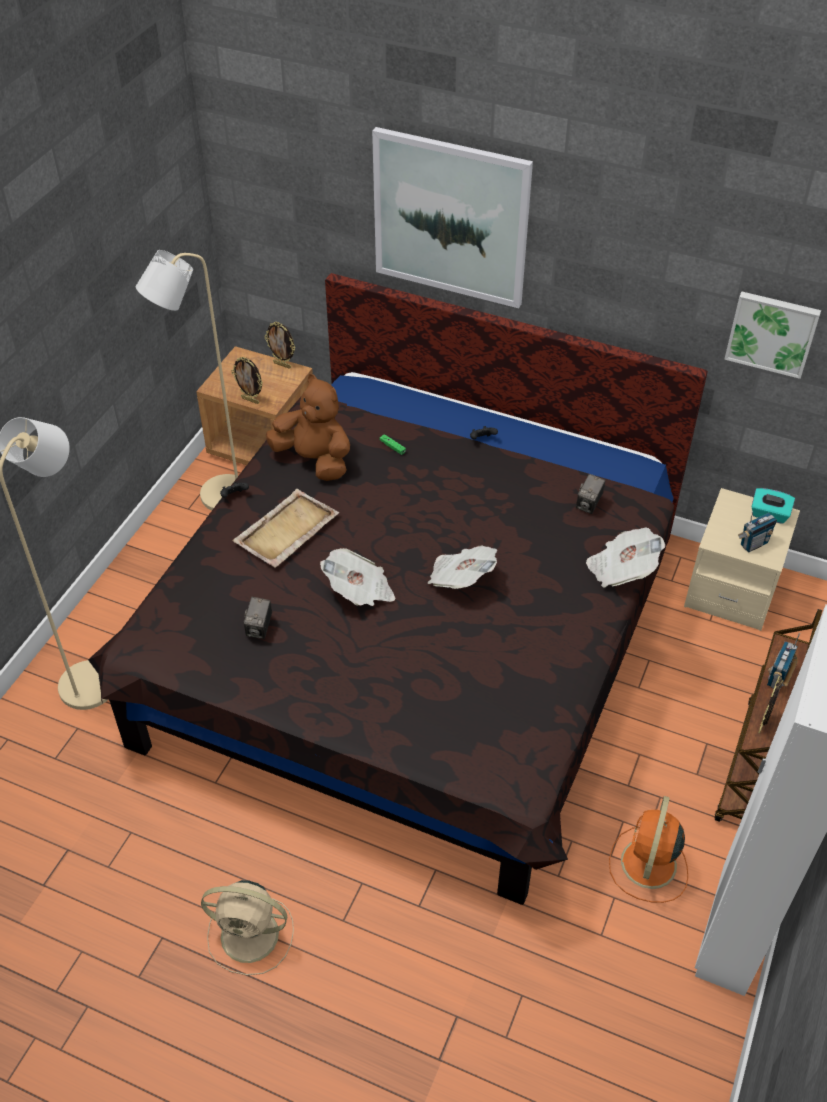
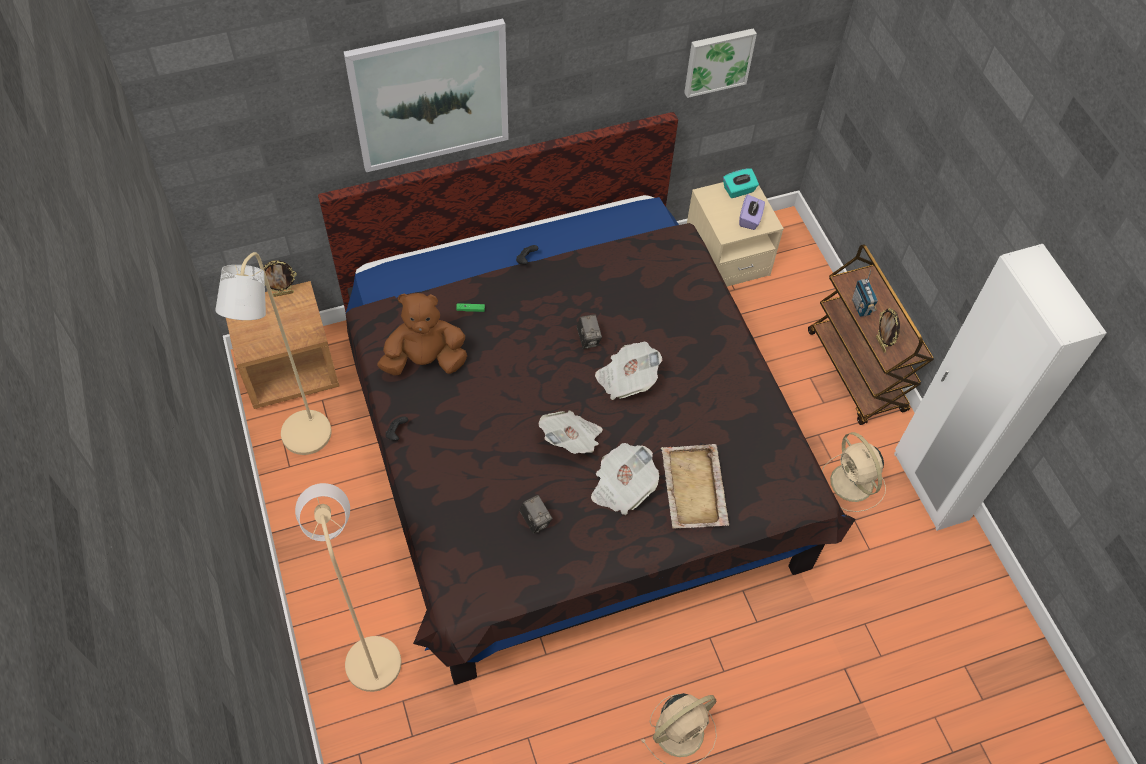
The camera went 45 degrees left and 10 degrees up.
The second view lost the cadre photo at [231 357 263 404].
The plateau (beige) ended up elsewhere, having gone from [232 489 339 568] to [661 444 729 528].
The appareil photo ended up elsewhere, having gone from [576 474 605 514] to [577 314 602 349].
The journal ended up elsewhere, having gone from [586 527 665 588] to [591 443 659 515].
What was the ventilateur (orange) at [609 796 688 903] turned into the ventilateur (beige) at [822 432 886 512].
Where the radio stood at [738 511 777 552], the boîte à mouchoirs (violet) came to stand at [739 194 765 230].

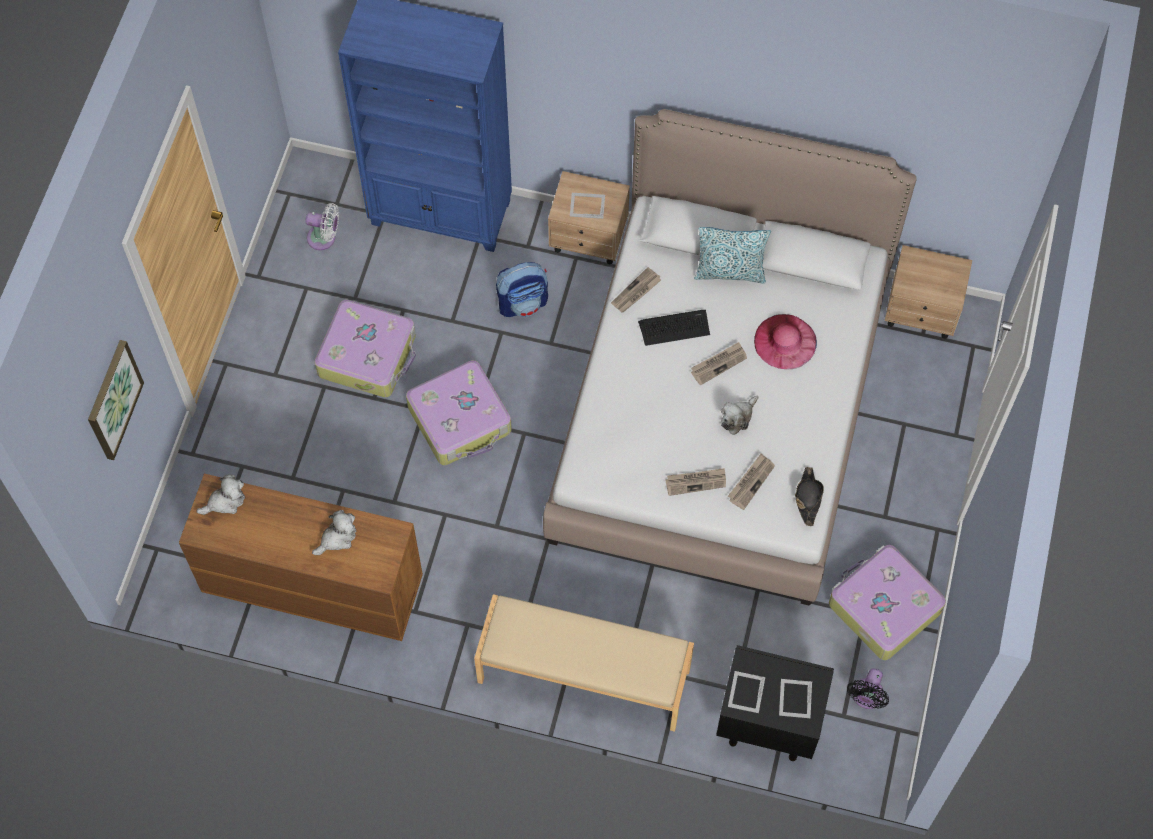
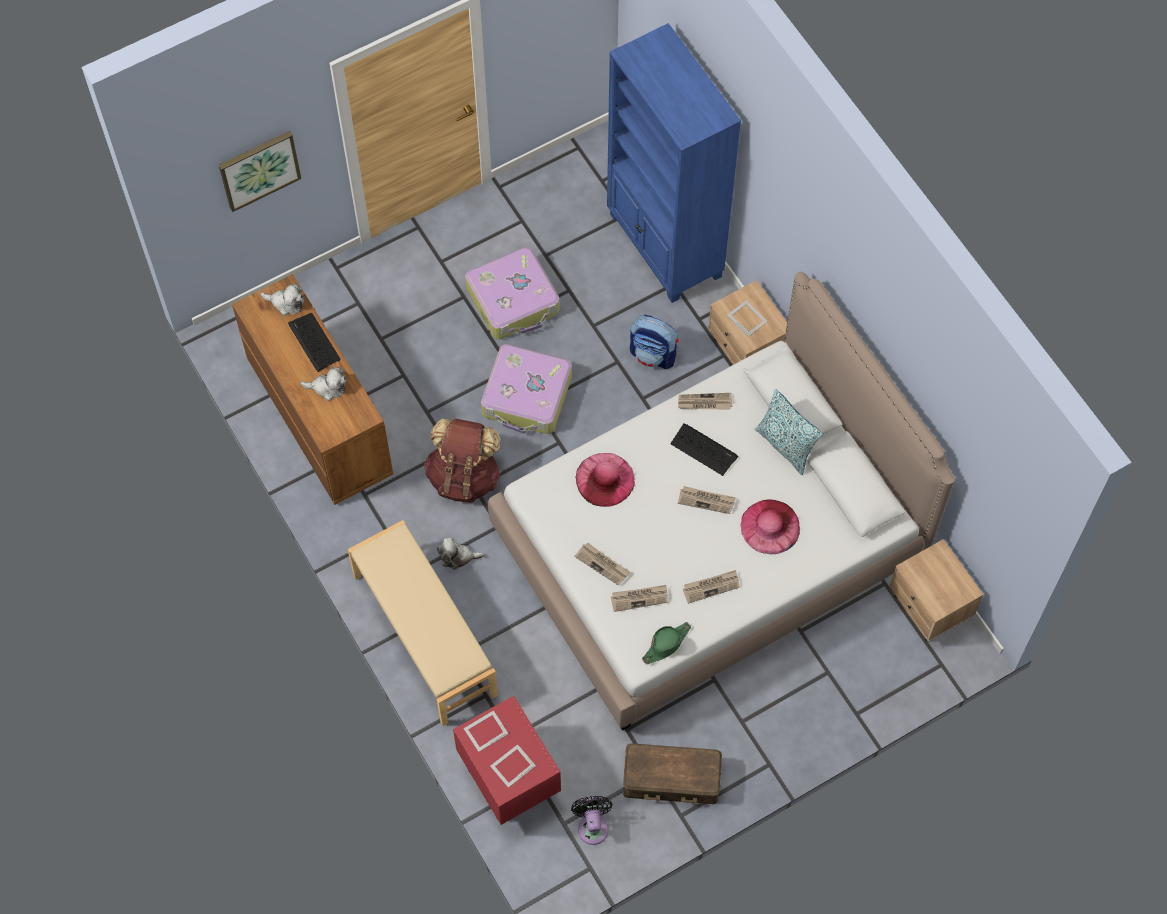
The camera went 45 degrees right and 0 degrees up.
The second view lost the ventilateur (blanc) at [305 203 339 250].
What was the table de chevet (noir) at [716 645 834 761] turned into the table de chevet (rouge) at [453 696 561 825].
The peluche ended up elsewhere, having gone from [721 396 758 435] to [437 538 484 570].
What was the chapeau (noir) at [795 467 824 526] turned into the chapeau (vert) at [642 622 691 664].
Where the valise stood at [829 545 946 660], the boîte de rangement (marron) came to stand at [623 744 722 804].
The ventilateur (noir) at [847 668 889 709] ended up facing another way, 105 degrees clockwise from before.
The second view gained the clavier at [288 313 341 372].
The second view gained the sac à dos (marron) at [424 418 501 503].
The second view gained the chapeau (rose) at [575 453 635 507].
The second view gained the journal at [683 570 739 604].

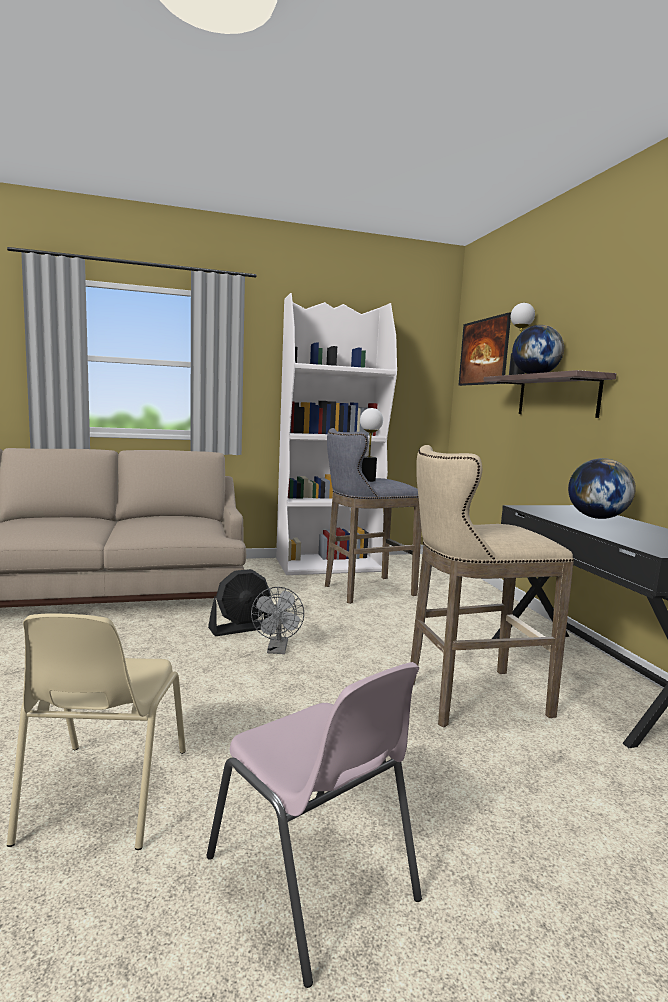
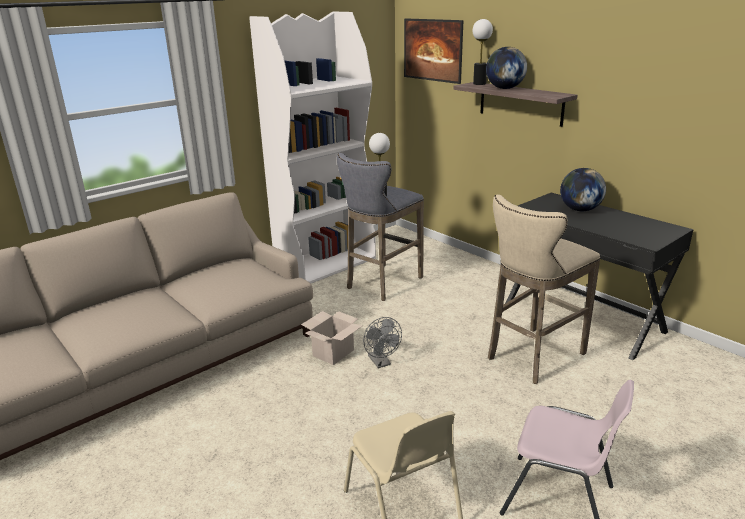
The camera went 25 degrees left and 15 degrees up.
Where the ventilateur (noir) stood at [208 569 271 636], the carton came to stand at [301 311 363 365].

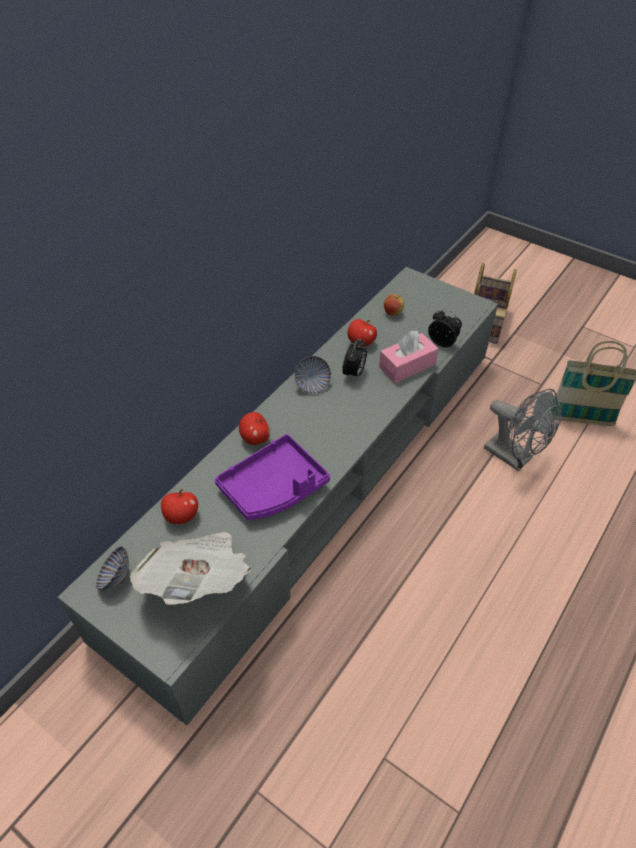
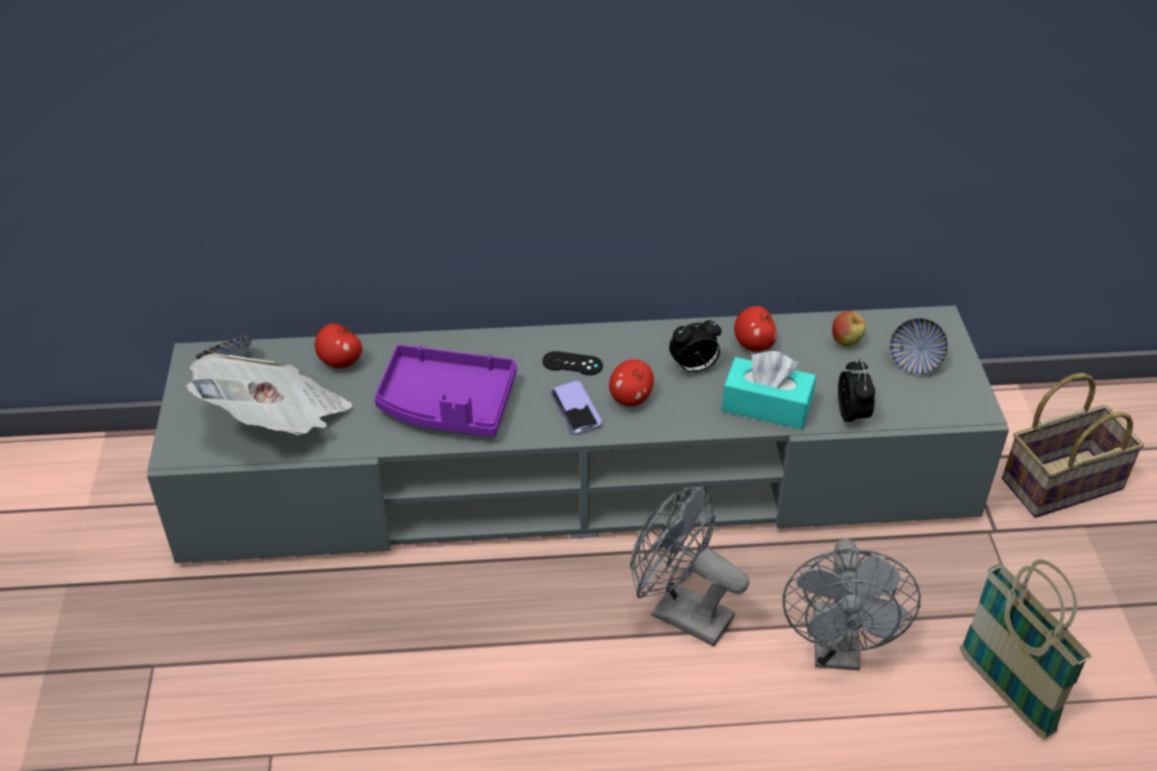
The camera went 50 degrees right and 5 degrees down.
The pomme ended up elsewhere, having gone from [239 412 270 445] to [609 359 654 407].
The bol ended up elsewhere, having gone from [295 356 331 394] to [889 318 948 375].
What was the boîte à mouchoirs (rose) at [379 331 439 383] turned into the boîte à mouchoirs (turquoise) at [722 351 816 430].
The second view gained the manette (noir) at [542 351 603 375].
The second view gained the téléphone at [551 381 602 435].
The second view gained the ventilateur (gris) at [630 486 749 646].

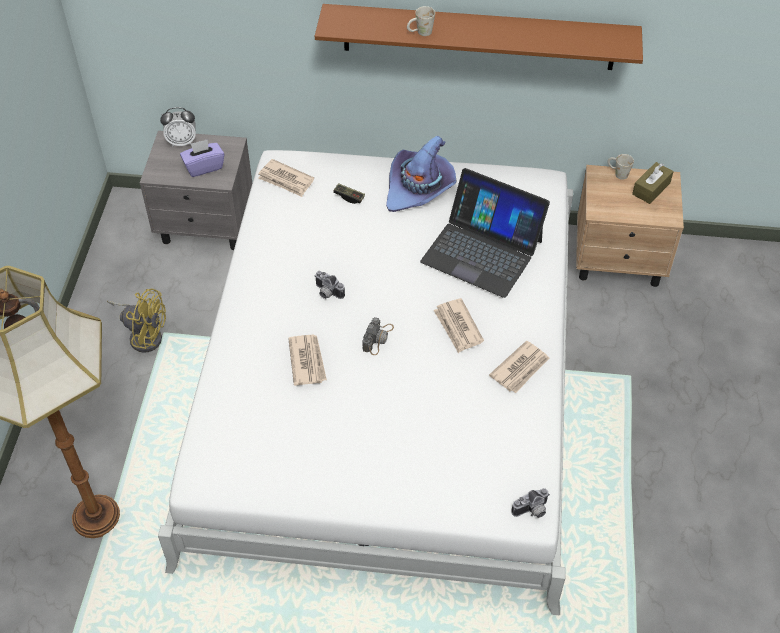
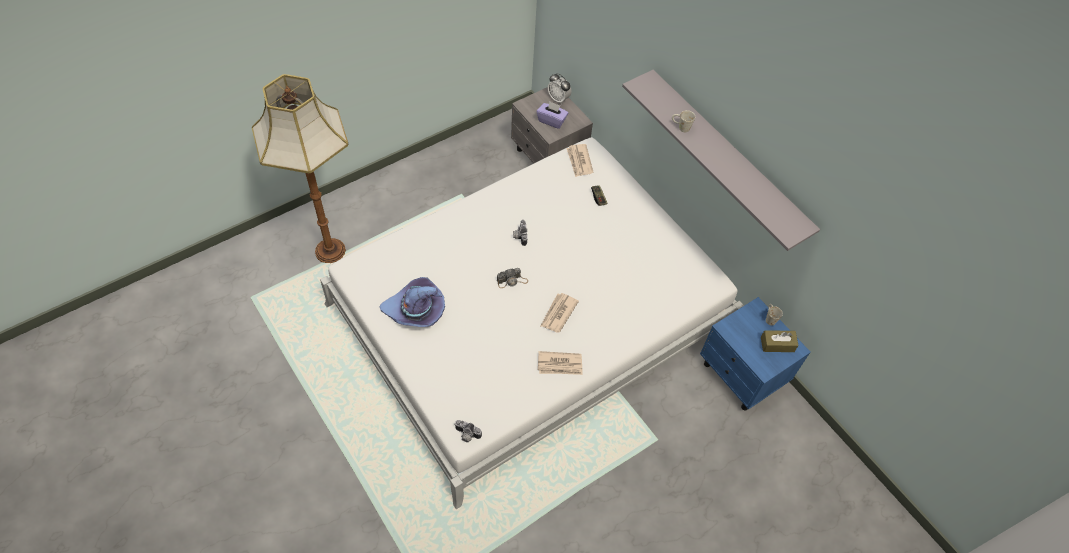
The camera went 45 degrees right and 5 degrees up.
The second view lost the ventilateur (jaune) at [107 289 166 353].
The second view lost the journal at [288 335 327 386].
What was the étagère (marron) at [315 4 643 70] turned into the étagère (gris) at [622 70 820 251].
The chapeau (violet) ended up elsewhere, having gone from [386 136 457 212] to [379 277 445 327].
The second view lost the ordinateur portable at [420 168 550 298].
What was the table de chevet (beige) at [576 165 684 287] turned into the table de chevet (bleu) at [700 297 811 410].

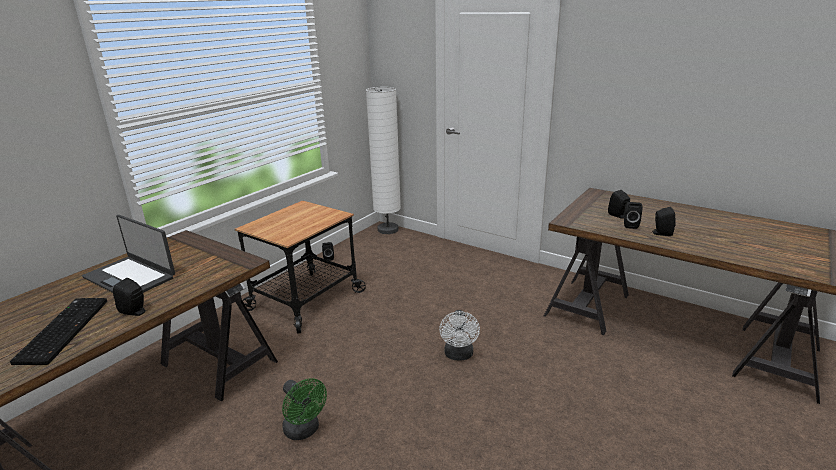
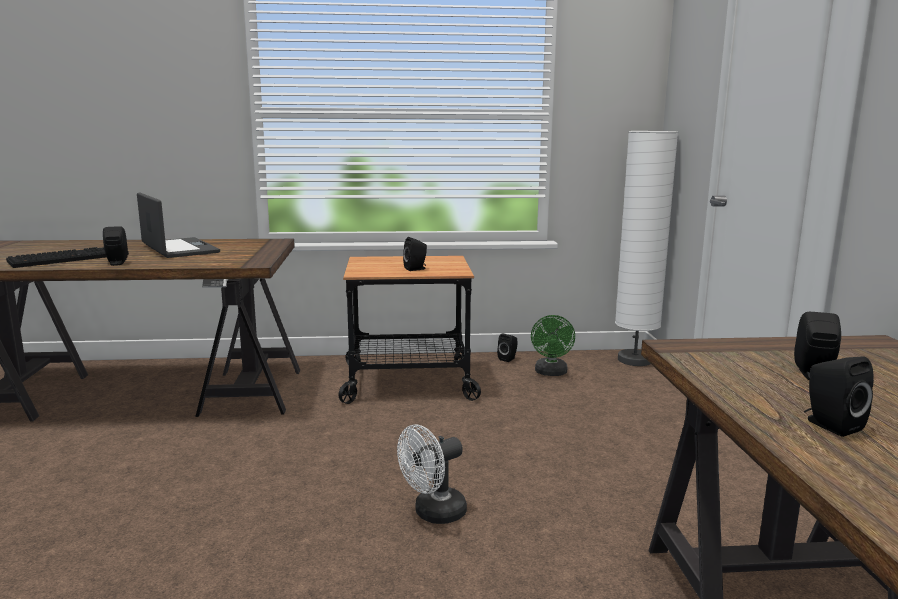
The camera went 50 degrees right and 10 degrees down.
The ordinateur portable at [82 215 175 293] ended up facing another way, 150 degrees clockwise from before.
The ventilateur (vert) ended up elsewhere, having gone from [282 378 327 440] to [531 315 575 376].
The enceinte (noir) ended up elsewhere, having gone from [624 202 643 229] to [403 237 427 271].

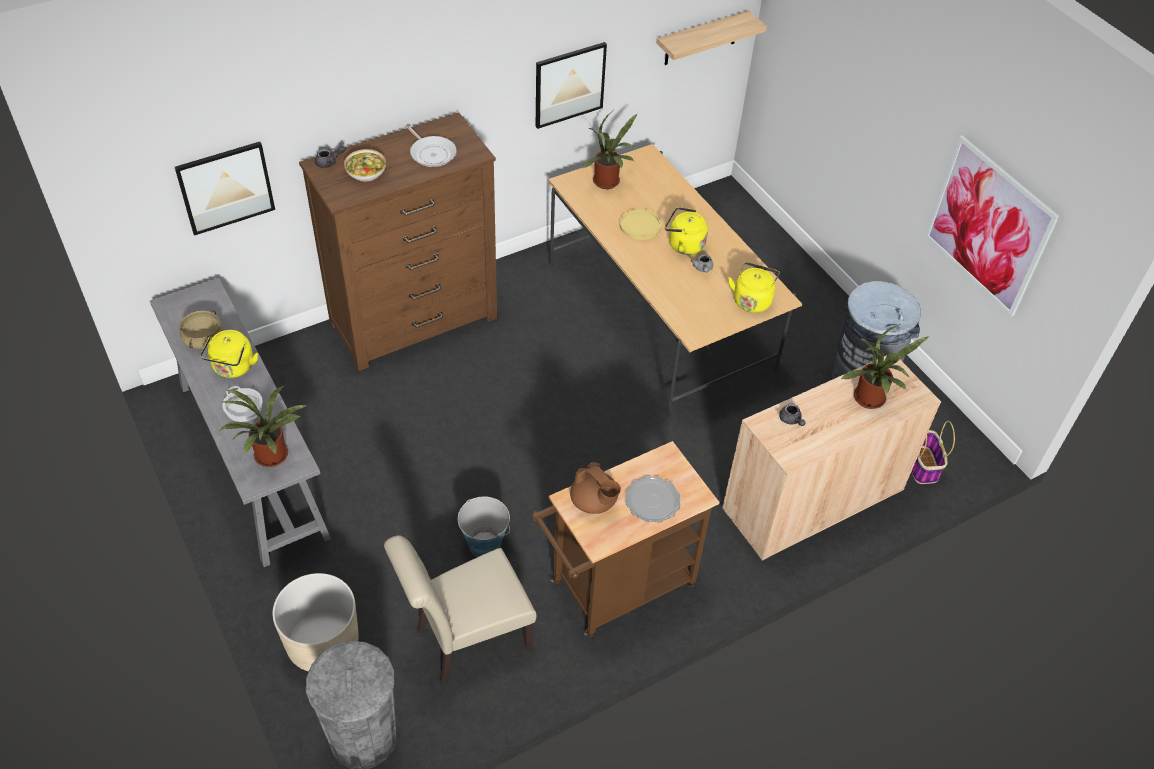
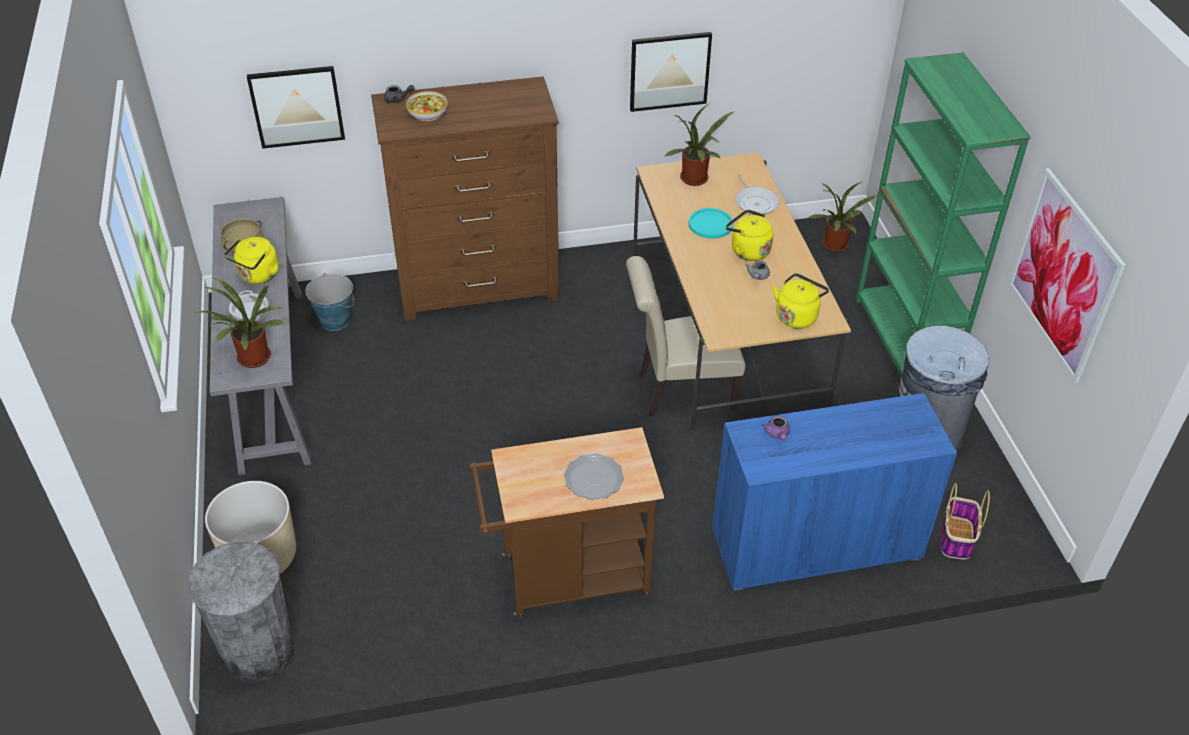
The camera went 20 degrees right and 5 degrees down.
The chaise (beige) ended up elsewhere, having gone from [384 535 537 682] to [626 256 745 417].
The poêle ended up elsewhere, having gone from [407 126 457 167] to [735 174 780 215].
The seau ended up elsewhere, having gone from [458 496 510 557] to [305 273 356 331].
The second view lost the théière (marron) at [570 462 621 514].
What was the assiette (jaune) at [620 209 662 240] turned into the assiette (turquoise) at [689 208 733 239].
The second view lost the étagère at [656 10 767 65].
What was the meuble de rangement (beige) at [722 352 941 561] turned into the meuble de rangement (bleu) at [712 393 957 591].
What was the théière (gris) at [779 404 806 426] turned into the théière (violet) at [762 416 790 440].
The plante en pot ended up elsewhere, having gone from [841 324 929 409] to [808 181 877 252].
The second view gained the bibliothèque (vert) at [856 53 1031 377].

